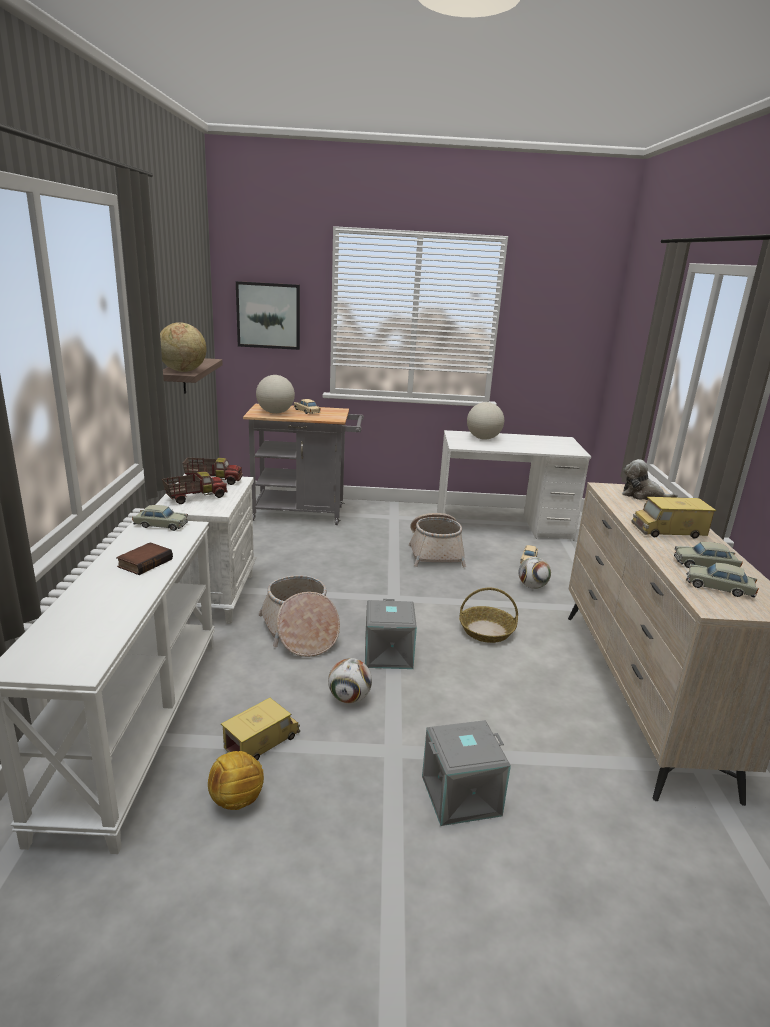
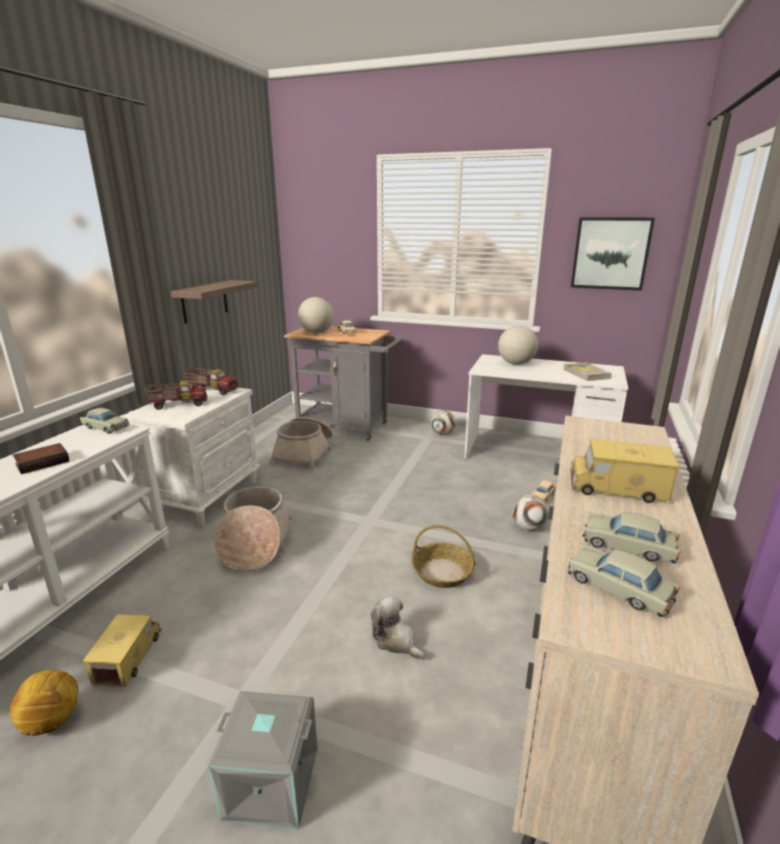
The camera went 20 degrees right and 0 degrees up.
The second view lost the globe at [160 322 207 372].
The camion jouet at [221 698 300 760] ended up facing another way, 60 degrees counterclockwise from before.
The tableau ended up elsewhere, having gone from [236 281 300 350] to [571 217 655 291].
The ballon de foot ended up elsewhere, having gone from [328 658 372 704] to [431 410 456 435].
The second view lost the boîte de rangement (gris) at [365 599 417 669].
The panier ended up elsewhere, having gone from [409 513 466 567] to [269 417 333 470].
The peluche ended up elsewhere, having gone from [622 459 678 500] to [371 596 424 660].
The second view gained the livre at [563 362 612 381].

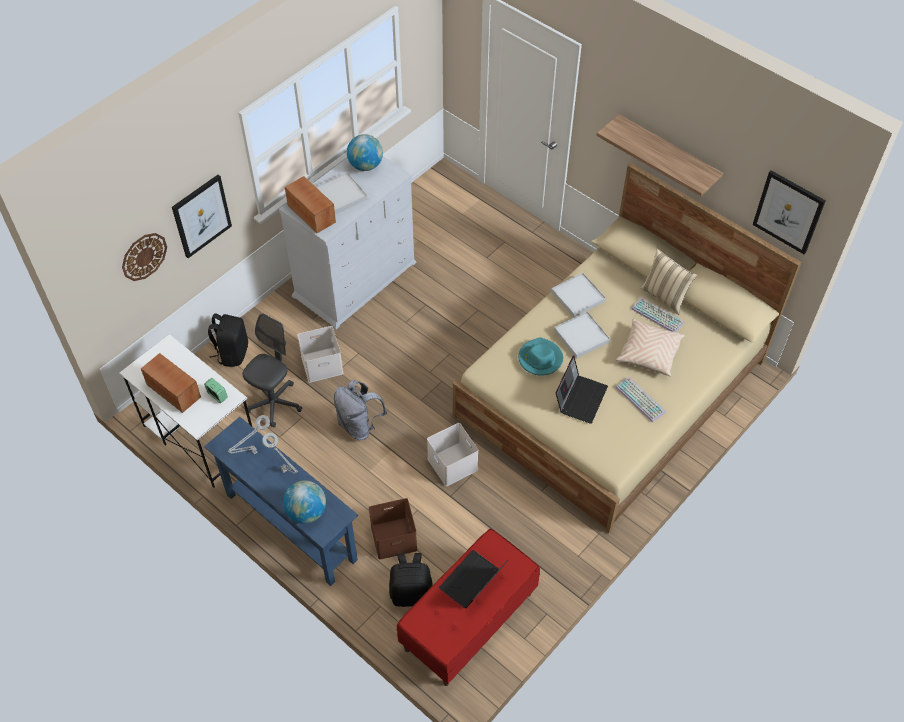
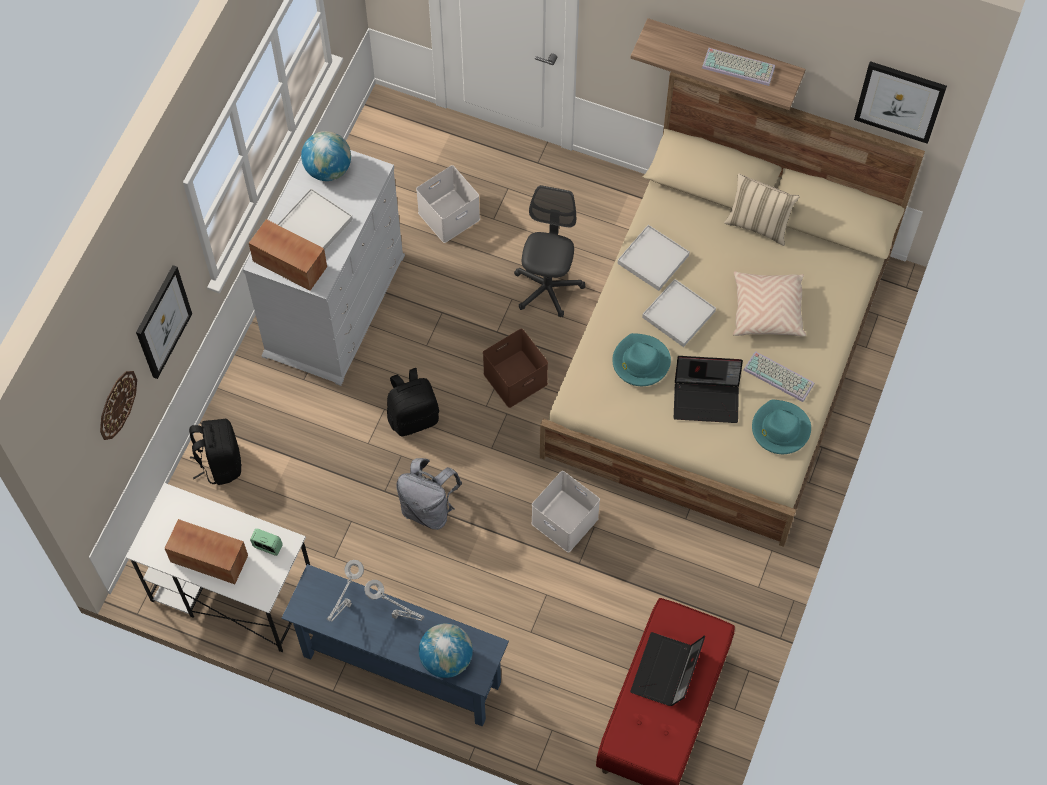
The camera went 20 degrees left and 10 degrees up.
The chaise de bureau (gris) ended up elsewhere, having gone from [242 313 302 427] to [514 185 585 317].
The boîte de rangement (blanc) ended up elsewhere, having gone from [297 326 343 383] to [416 165 480 243].
The boîte de rangement (marron) ended up elsewhere, having gone from [369 498 417 560] to [483 329 548 408].
The sac à dos (noir) ended up elsewhere, having gone from [389 553 433 607] to [387 368 439 436].
The ordinateur portable at [556 355 608 424] ended up facing another way, 90 degrees clockwise from before.
The clavier ended up elsewhere, having gone from [632 297 684 332] to [702 48 775 86].
The second view gained the chapeau (turquoise) at [752 399 811 454].

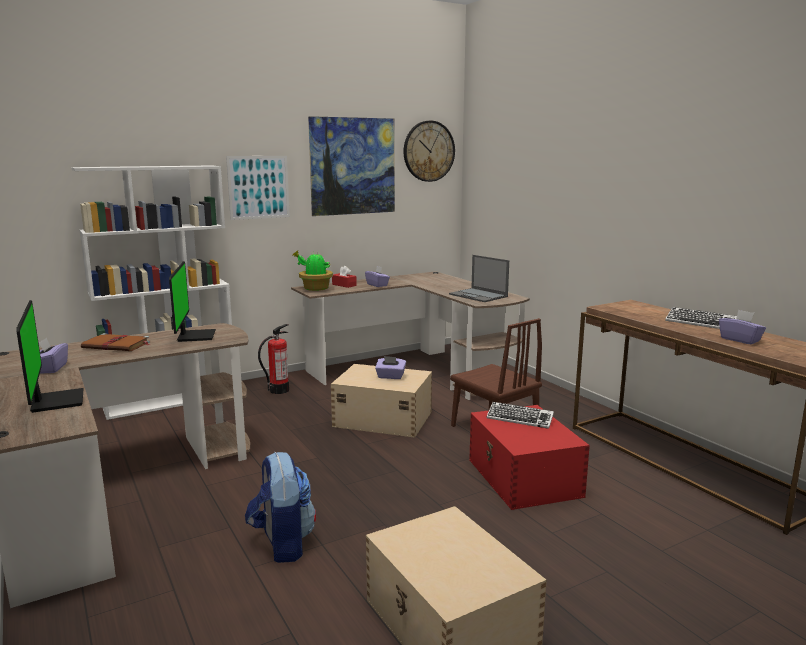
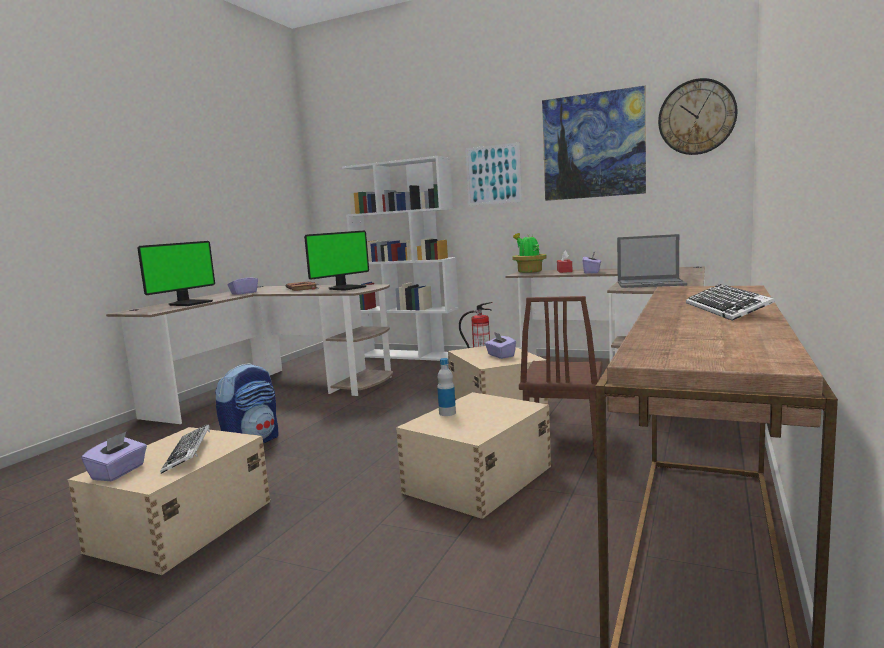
The camera went 55 degrees right and 5 degrees down.
The ordinateur portable at [449 255 509 302] ended up facing another way, 90 degrees counterclockwise from before.
What was the boîte de rangement (rouge) at [469 405 590 510] turned into the boîte de rangement (beige) at [396 392 551 519].
The clavier ended up elsewhere, having gone from [487 402 554 429] to [160 424 210 474].
The boîte à mouchoirs (violet) ended up elsewhere, having gone from [719 310 766 344] to [81 432 147 481].
The second view gained the bouteille at [437 358 456 416].

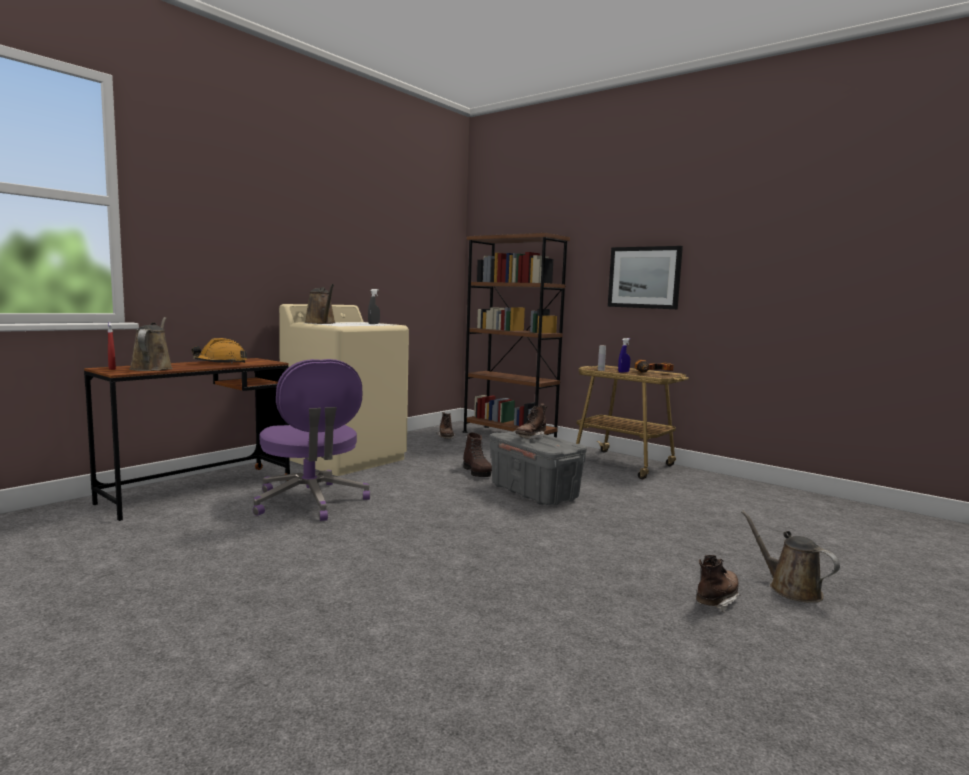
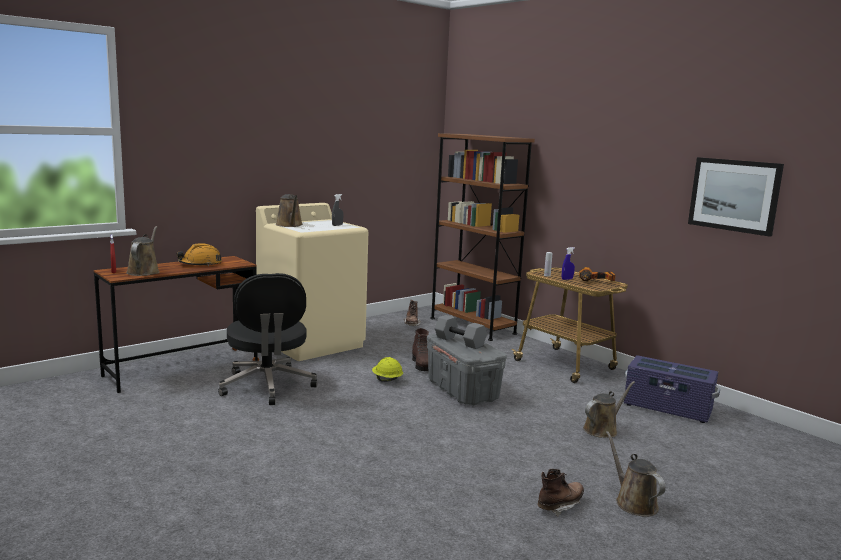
The camera went 10 degrees right and 5 degrees up.
What was the chaise de bureau (violet) at [253 359 370 521] turned into the chaise de bureau (noir) at [218 273 318 405].
Where the botte (marron) stood at [516 403 547 439], the haltère (gris) came to stand at [435 315 487 349].
The tableau ended up elsewhere, having gone from [608 246 683 309] to [688 157 784 237].
The second view gained the casque de chantier (jaune) at [372 357 403 382].
The second view gained the arrosoir (marron) at [583 381 635 437].
The second view gained the boîte de rangement (violet) at [624 355 720 423].

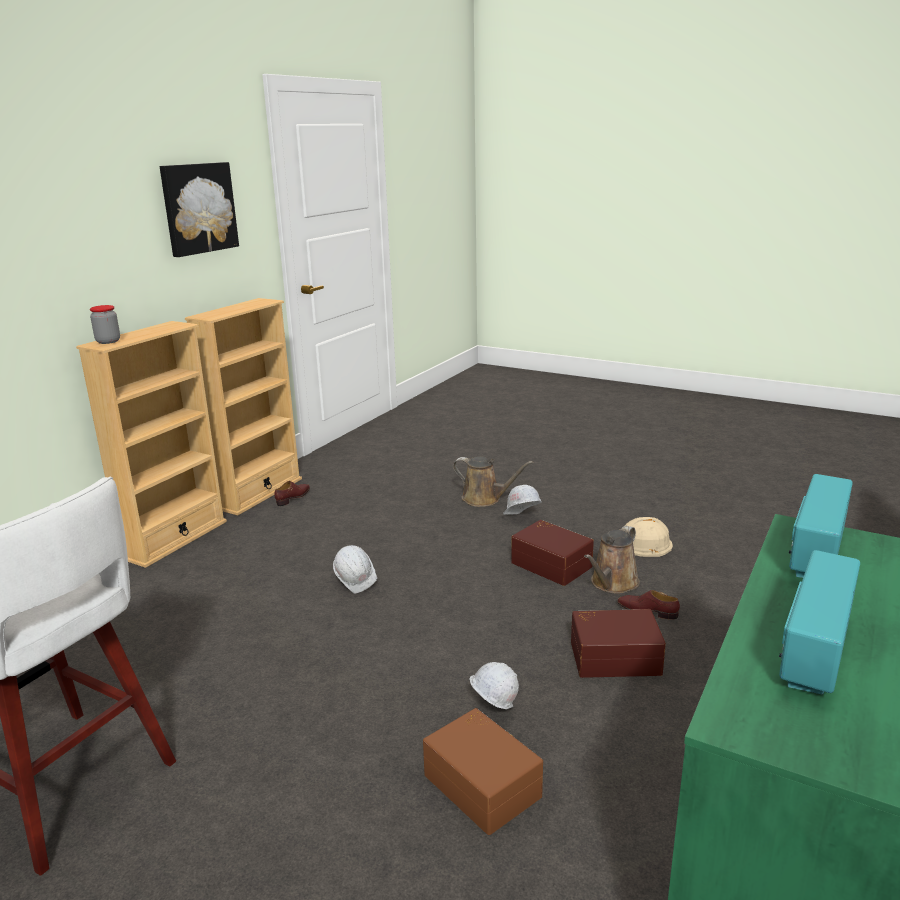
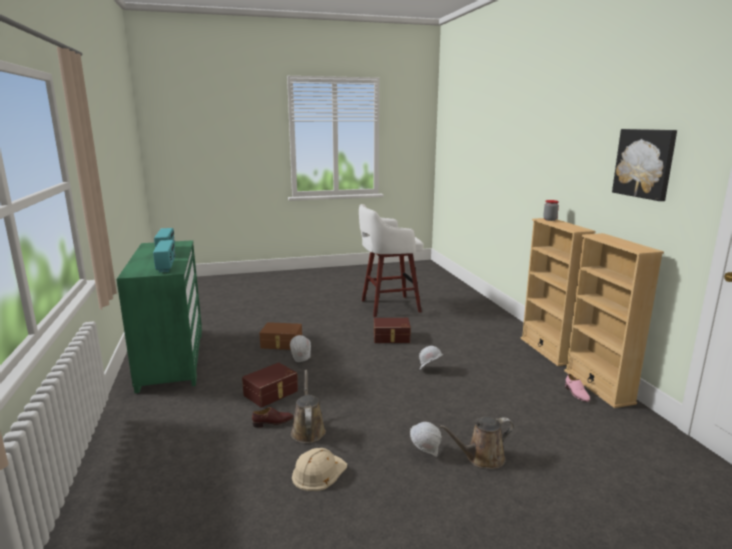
The camera went 135 degrees right and 5 degrees down.
What was the chaussure (marron) at [274 481 310 506] turned into the chaussure (rose) at [565 374 590 402].
The boîte de rangement (marron) ended up elsewhere, having gone from [511 520 594 586] to [374 318 411 343].

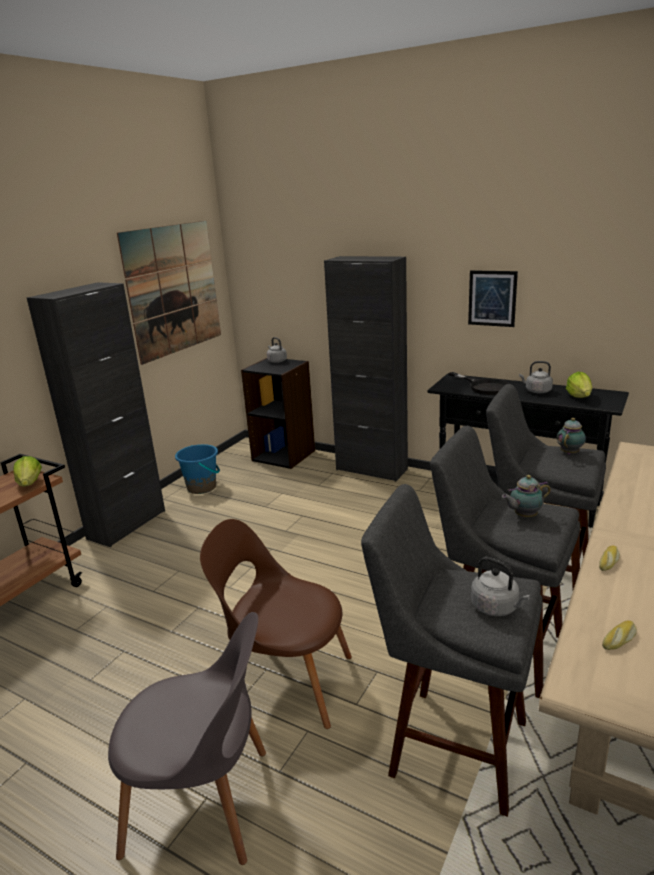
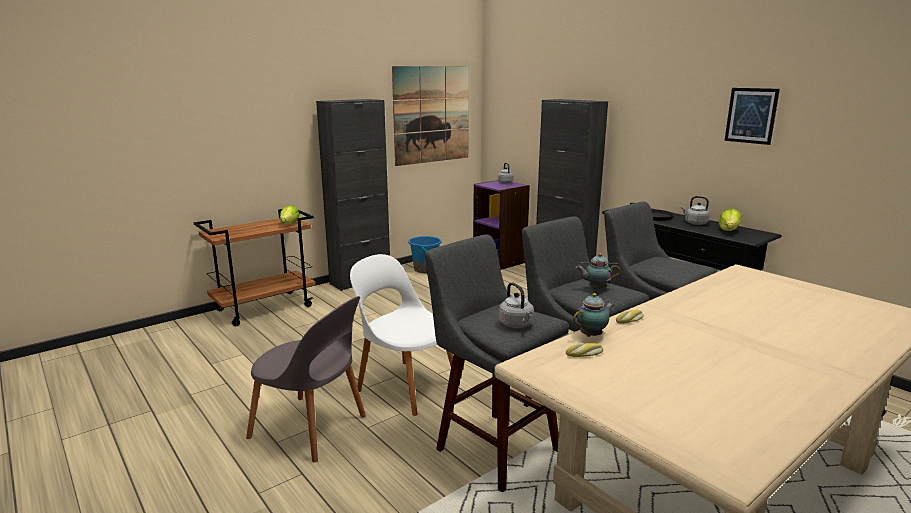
The camera went 20 degrees right and 5 degrees down.
What was the chaise (marron) at [200 519 352 729] turned into the chaise (blanc) at [350 254 460 416].
What was the bibliothèque (noir) at [241 358 315 469] turned into the bibliothèque (violet) at [473 180 530 270].
The tableau ended up elsewhere, having gone from [468 270 518 327] to [725 88 780 145].
The théière ended up elsewhere, having gone from [557 418 586 454] to [573 293 614 337].

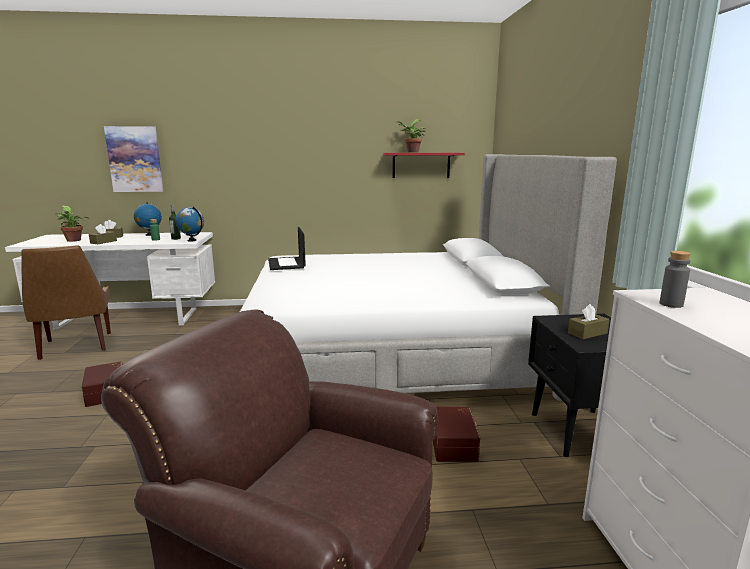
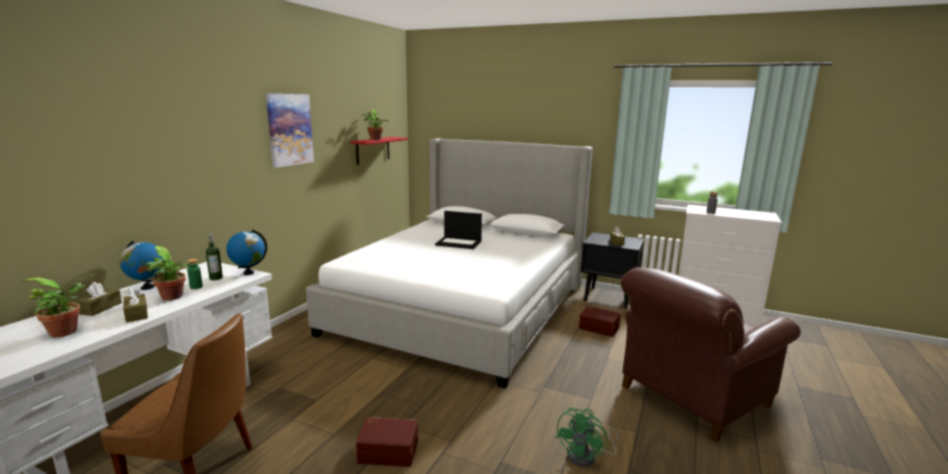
The camera went 60 degrees left and 0 degrees up.
The tableau ended up elsewhere, having gone from [104 126 163 192] to [266 94 314 168].
The ordinateur portable ended up elsewhere, having gone from [268 227 306 270] to [435 211 482 249].
The second view gained the plante en pot at [146 246 195 301].
The second view gained the ventilateur (vert) at [556 408 619 467].

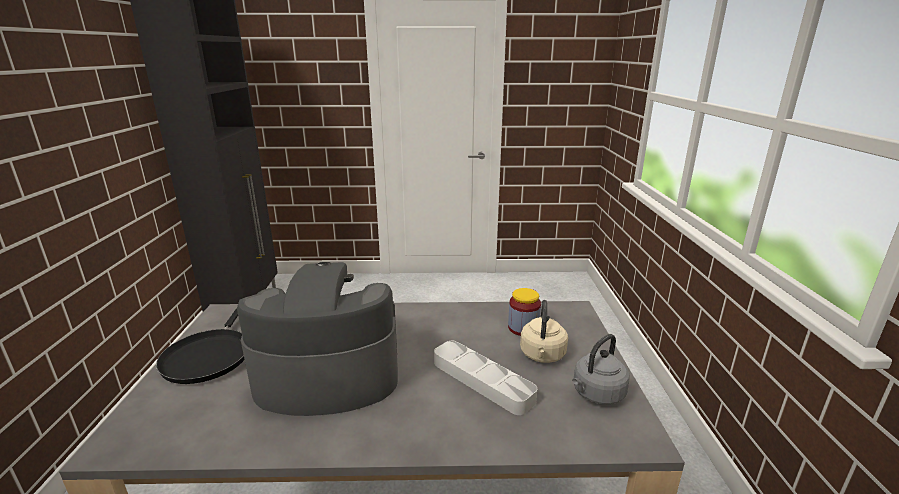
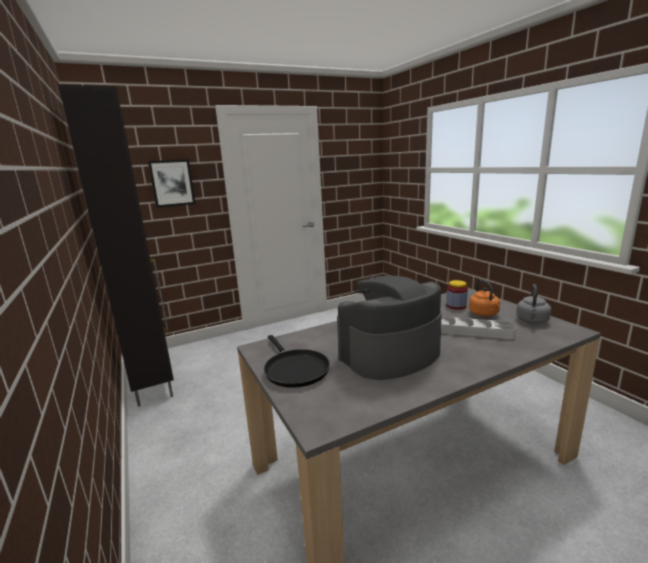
The camera went 25 degrees left and 5 degrees down.
What was the bouilloire (beige) at [520 300 568 363] turned into the bouilloire (orange) at [469 279 500 316].
The second view gained the tableau at [148 159 196 208].

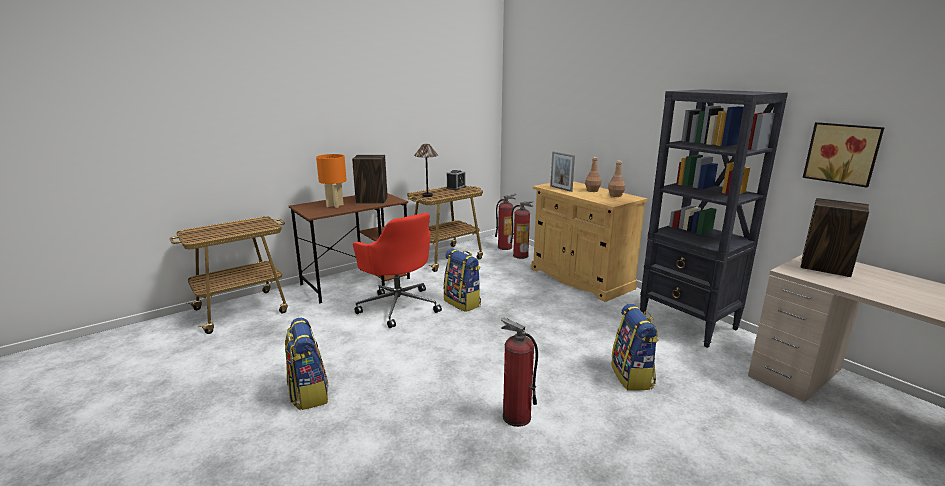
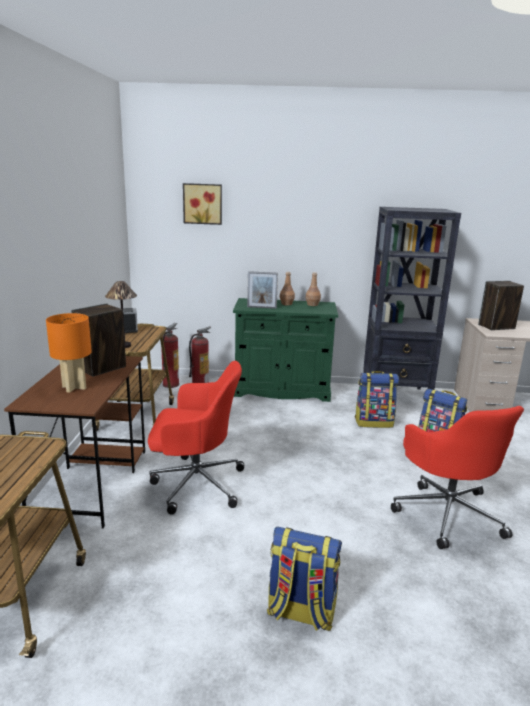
The camera went 50 degrees left and 0 degrees up.
The sac à dos ended up elsewhere, having gone from [444 249 481 312] to [355 371 399 428].
Where the extincteur stood at [501 317 538 427], the chaise de bureau (rouge) came to stand at [391 406 524 549].
What was the meuble de rangement (beige) at [531 181 648 302] turned into the meuble de rangement (vert) at [233 298 338 402].
The tableau ended up elsewhere, having gone from [803 122 885 187] to [183 183 222 225].

